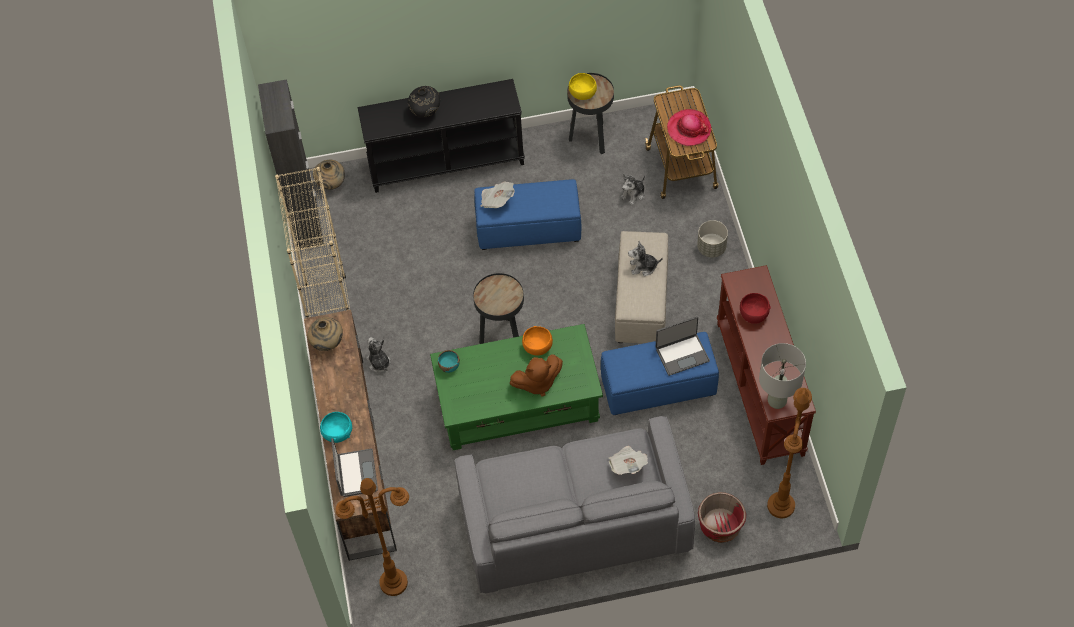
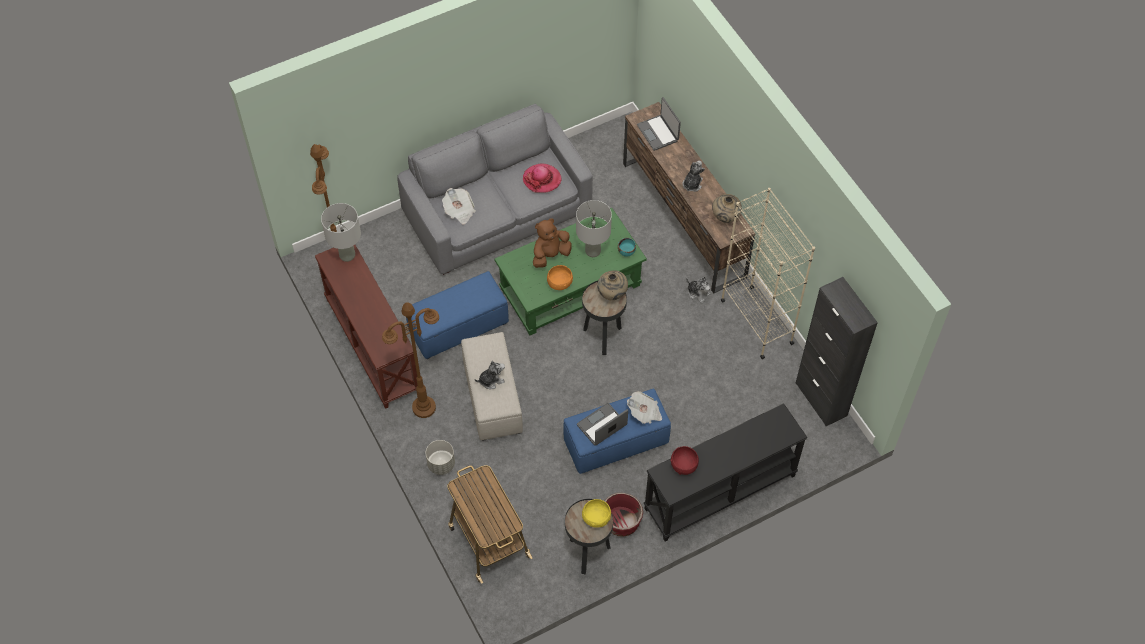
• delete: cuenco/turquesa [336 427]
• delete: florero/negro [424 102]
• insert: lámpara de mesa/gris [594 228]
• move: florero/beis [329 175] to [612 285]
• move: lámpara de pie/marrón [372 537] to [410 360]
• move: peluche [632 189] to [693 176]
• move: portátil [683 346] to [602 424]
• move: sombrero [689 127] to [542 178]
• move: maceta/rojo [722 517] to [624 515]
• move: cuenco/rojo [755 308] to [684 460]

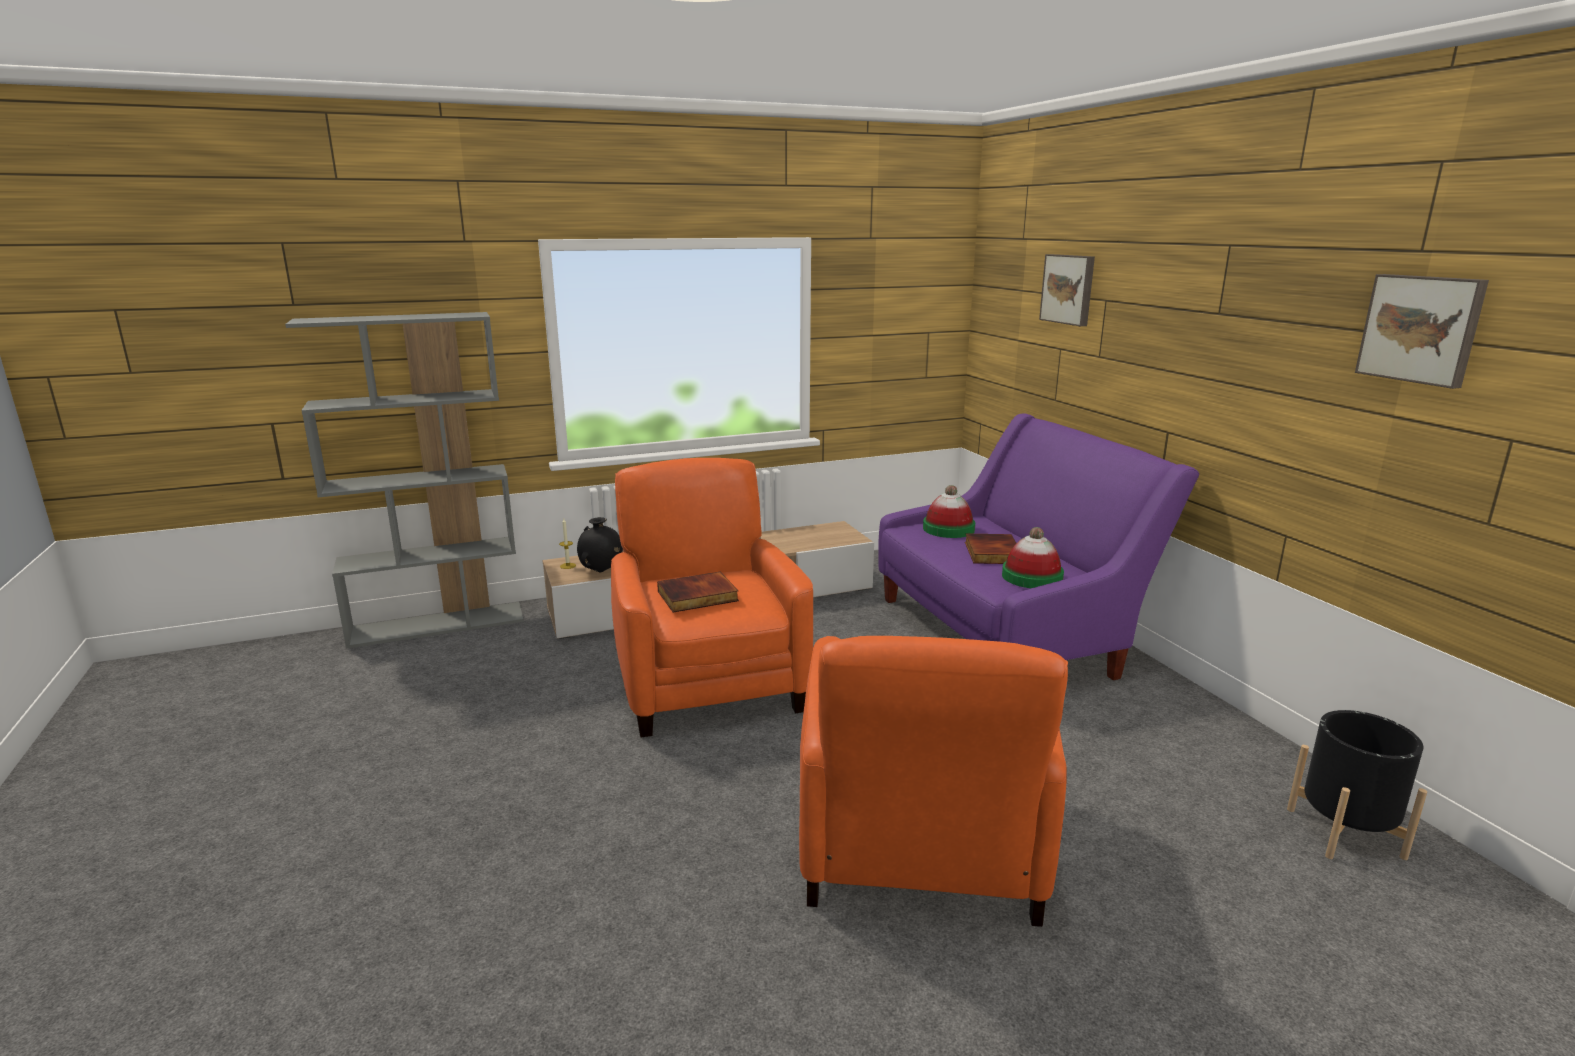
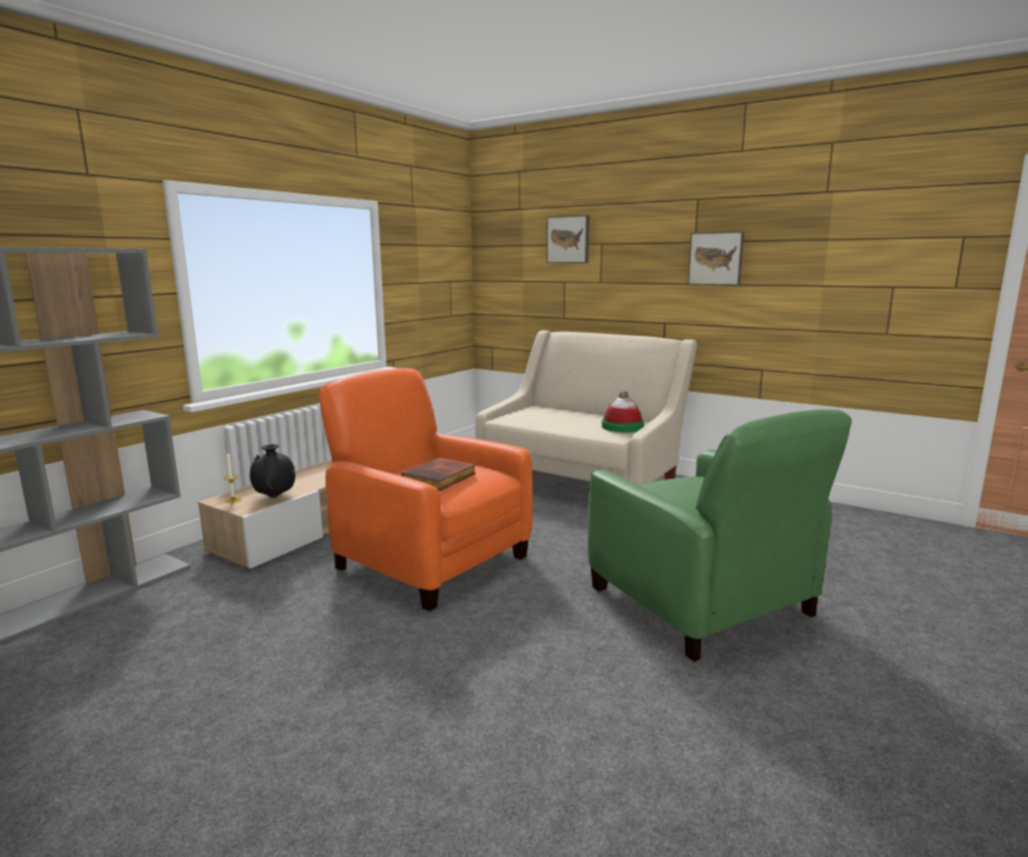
• delete: sombrero [949 511]
• delete: libro [990 549]
• delete: maceta/negro [1357 785]
• move: cuadro [1422 331] to [716 258]
• recolor: sillón/naranja [933 781] to sillón/verde [720 535]
• recolor: sofá/morado [1038 546] to sofá/beis [586 407]

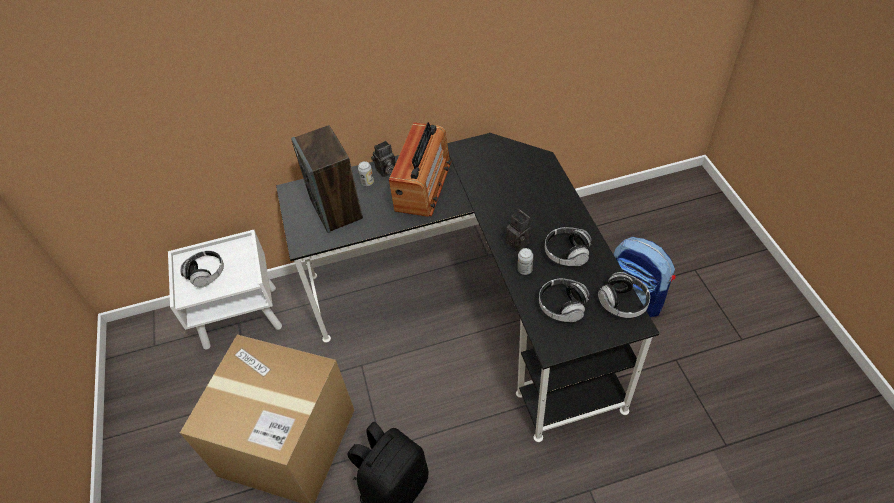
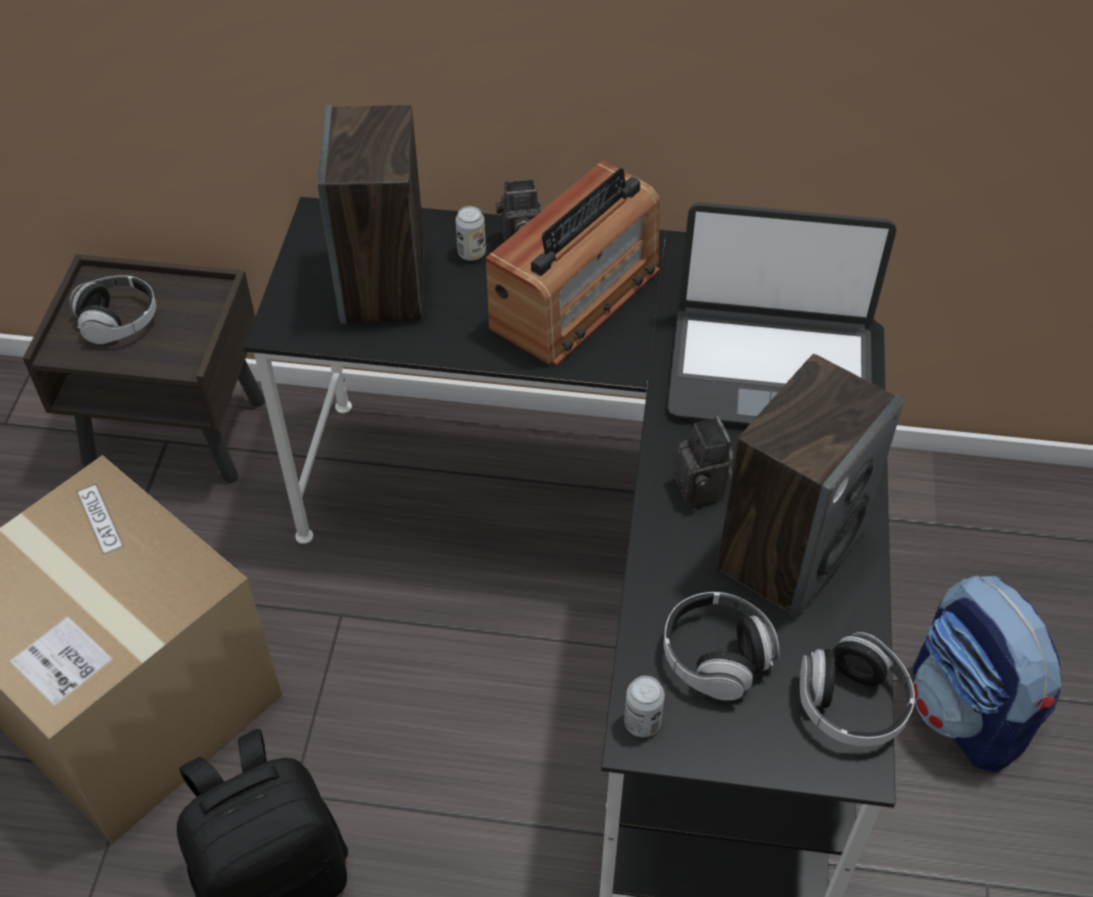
• insert: portátil [782 314]
• move: lata [525 261] to [644 706]
• replace: auriculares [568 246] to altavoz [810 486]
• recolor: mesita de noche/blanco [225 290] to mesita de noche/marrón [144 368]

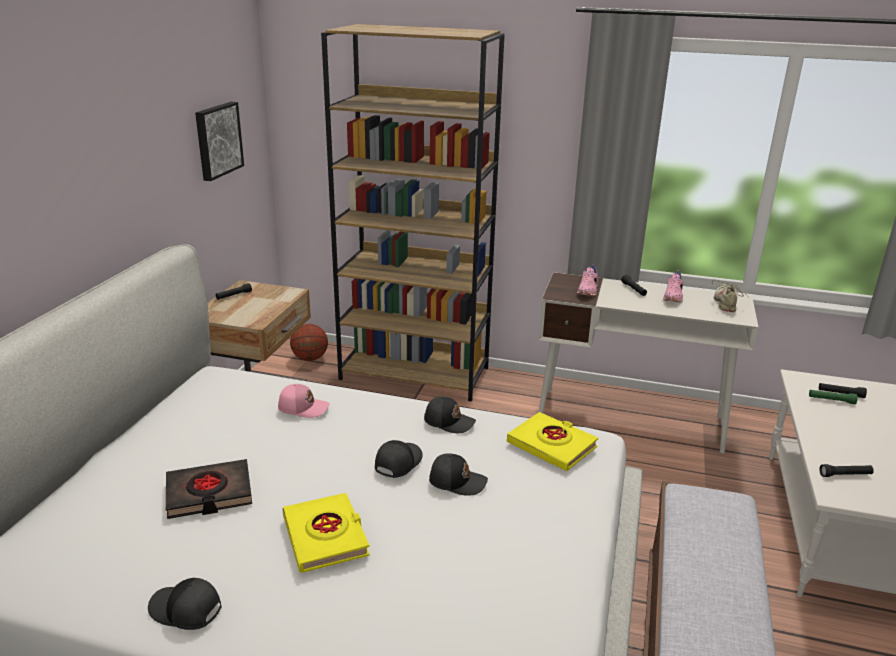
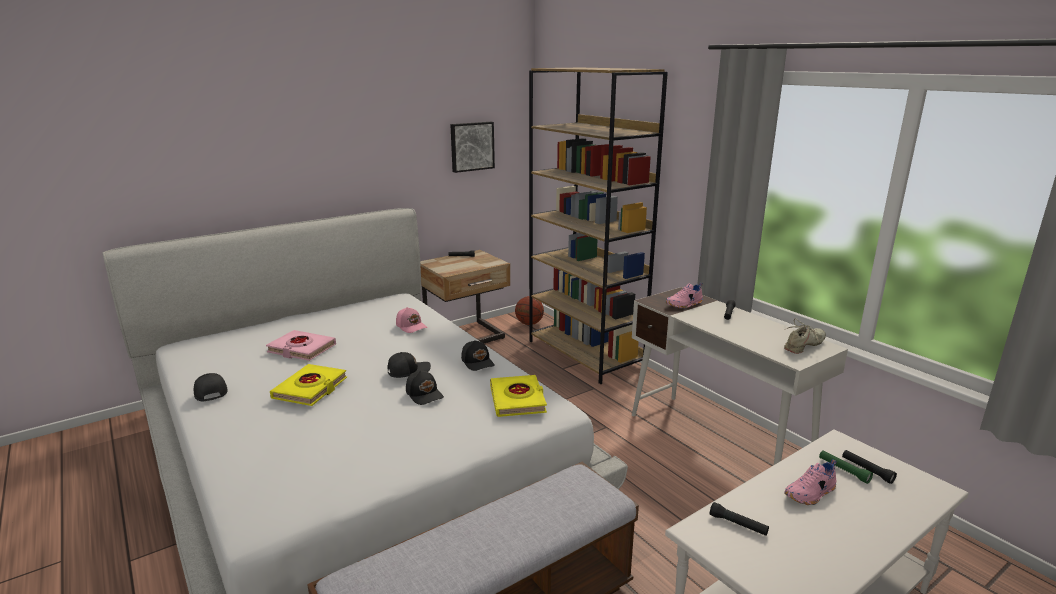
• move: zapato/rosa [673 286] to [810 482]
• recolor: libro/negro [209 489] to libro/rosa [301 345]

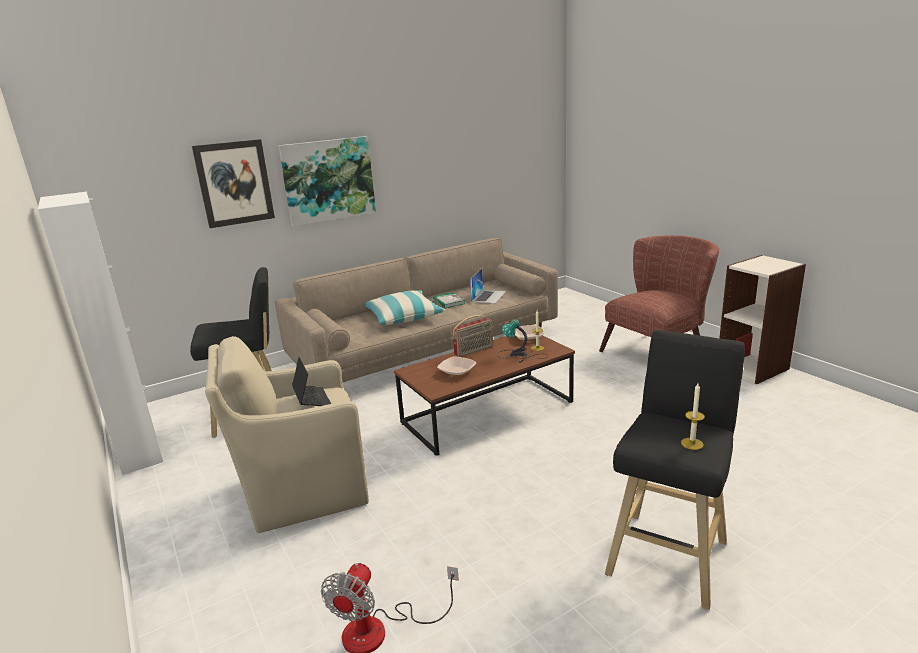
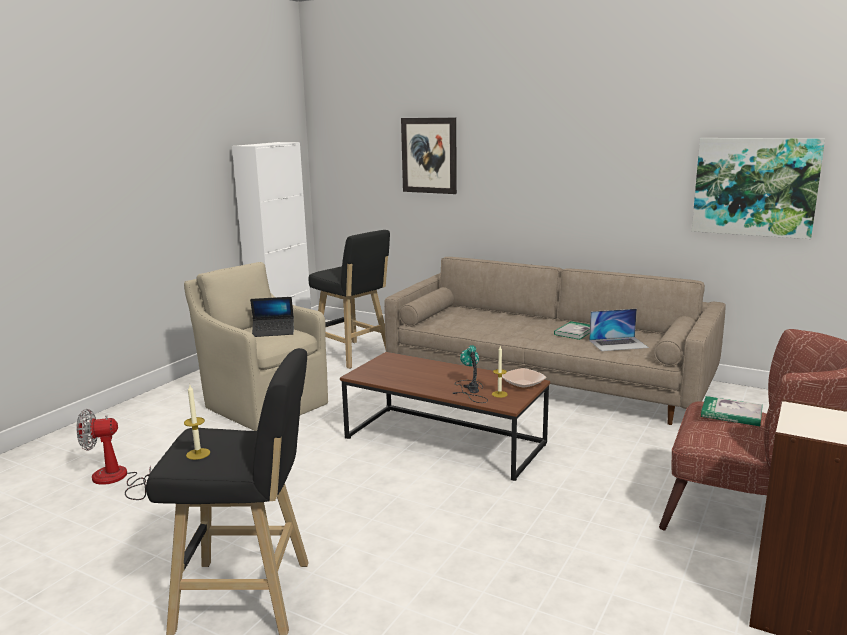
• delete: cojín [405 308]
• delete: cuenco [456 367]
• delete: radio [472 336]
• insert: libro [732 411]
• move: cuadro [327 181] to [758 188]
• rotate: portátil [311 381] = [272 317] 45 degrees clockwise

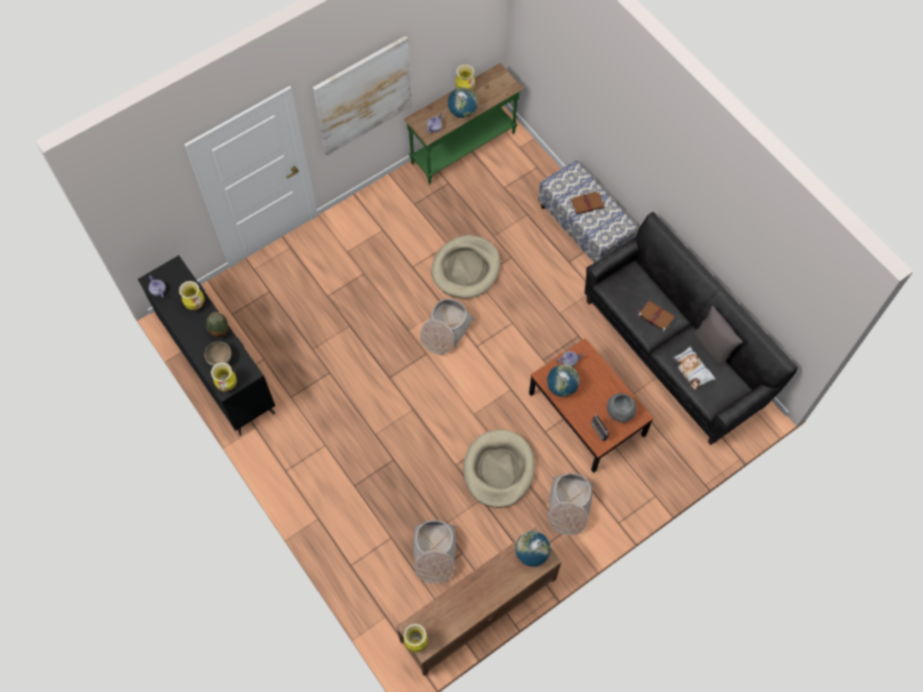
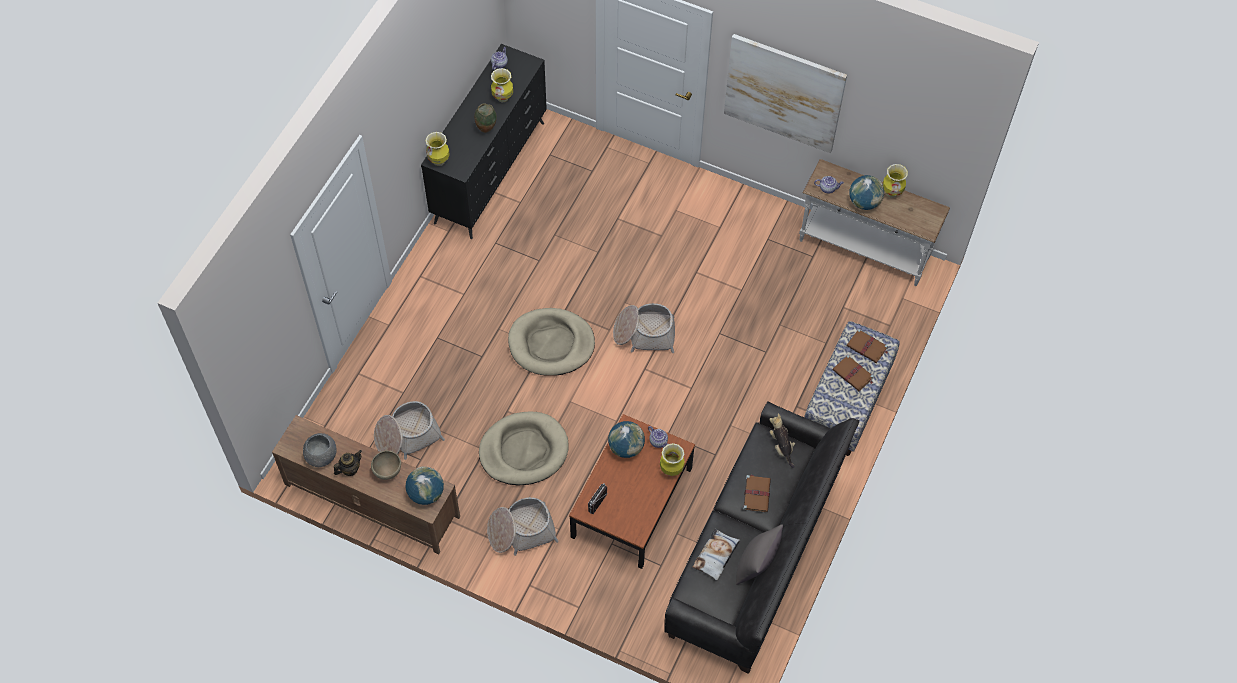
• insert: tetera [348 463]
• insert: peluche [782 441]
• insert: libro/marrón [867 346]
• move: cuenco/marrón [218 354] to [386 465]
• move: florero [416 638] to [672 459]
• move: cama para perro/beis [465 267] to [551 342]
• move: cuenco/gris [622 408] to [320 450]
• recolor: mesa consola/verde [464 124] to mesa consola/blanco [874 222]

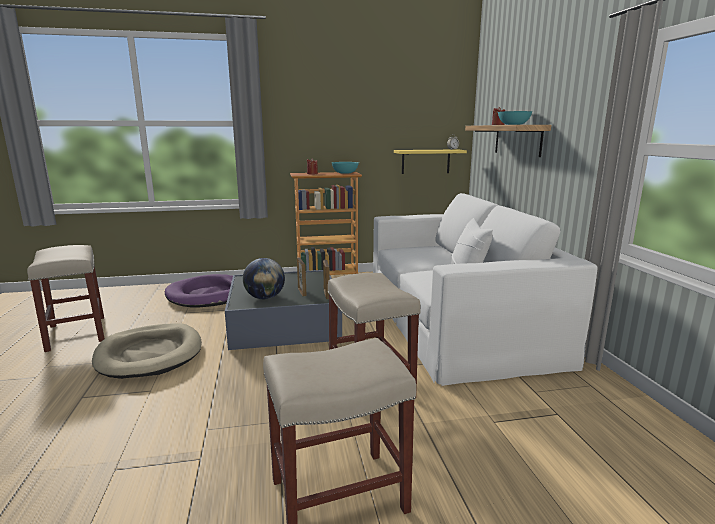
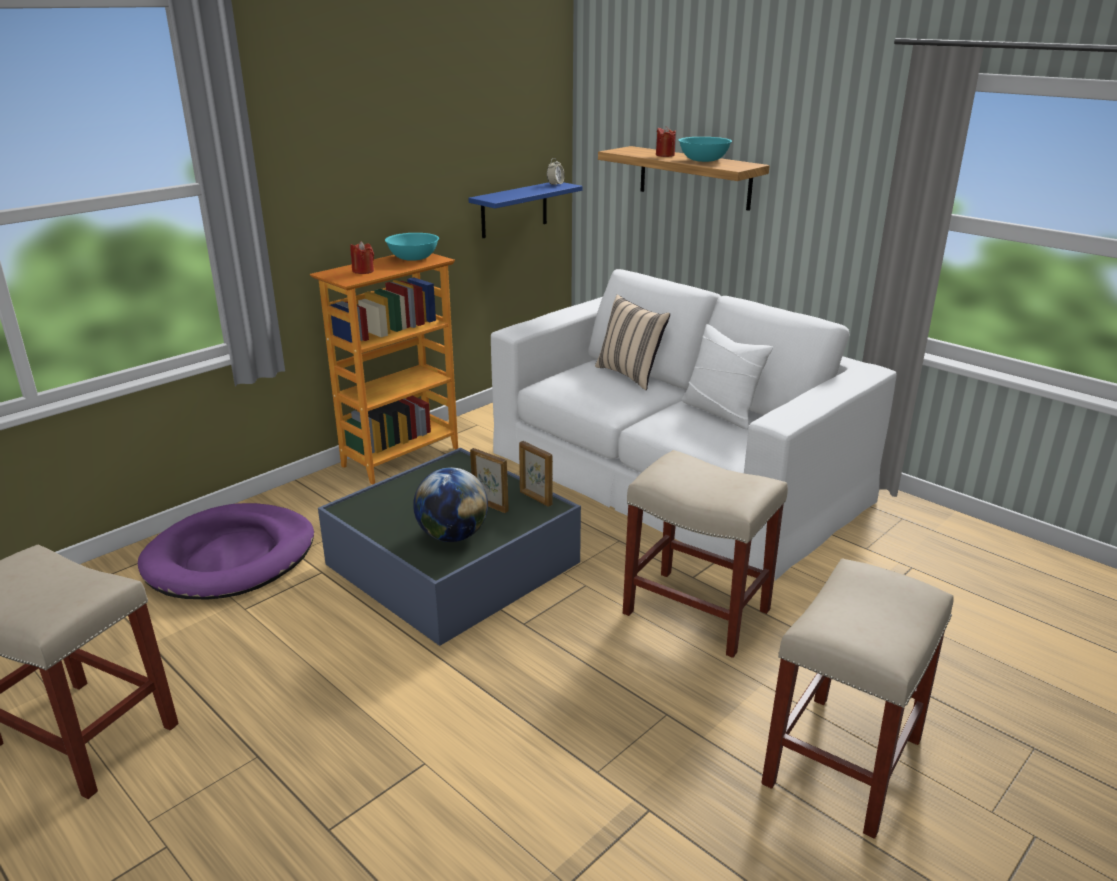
• delete: cama para perro/beis [147 351]
• insert: cojín/beis [632 342]
• recolor: estante/amarillo [430 162] to estante/azul [525 210]

